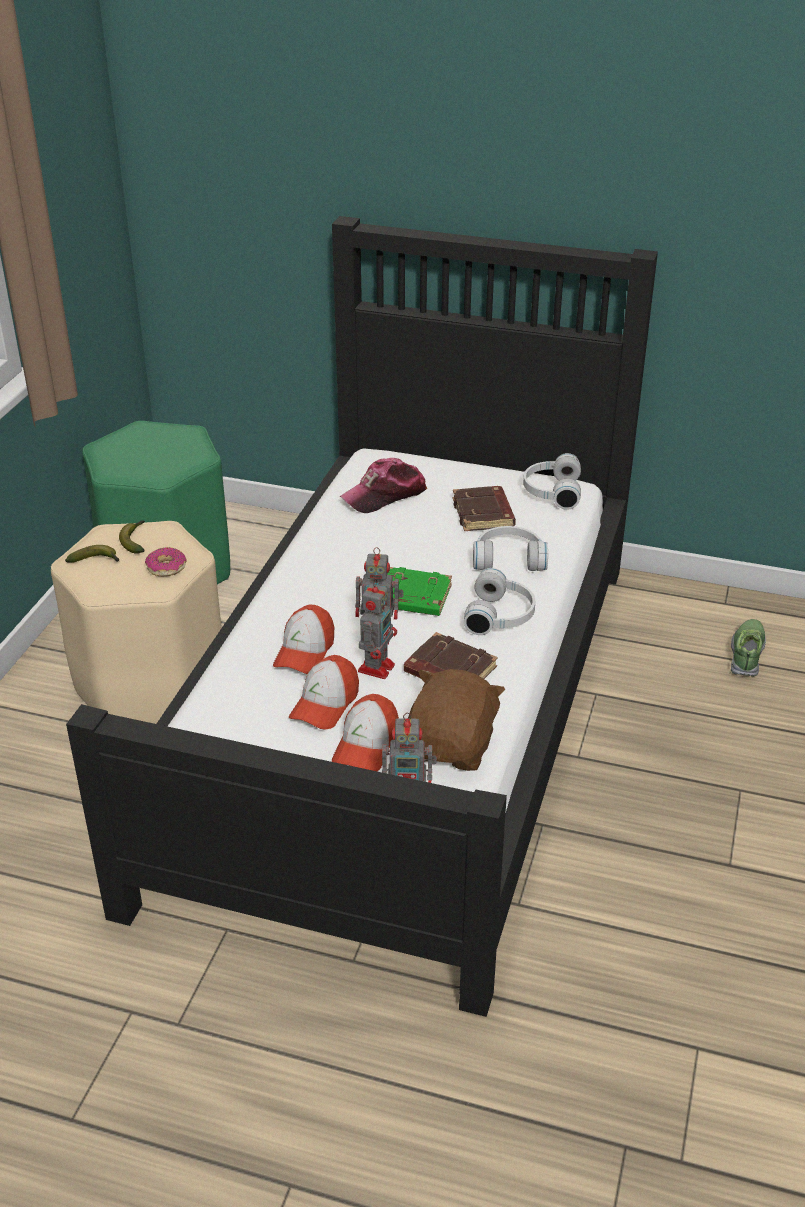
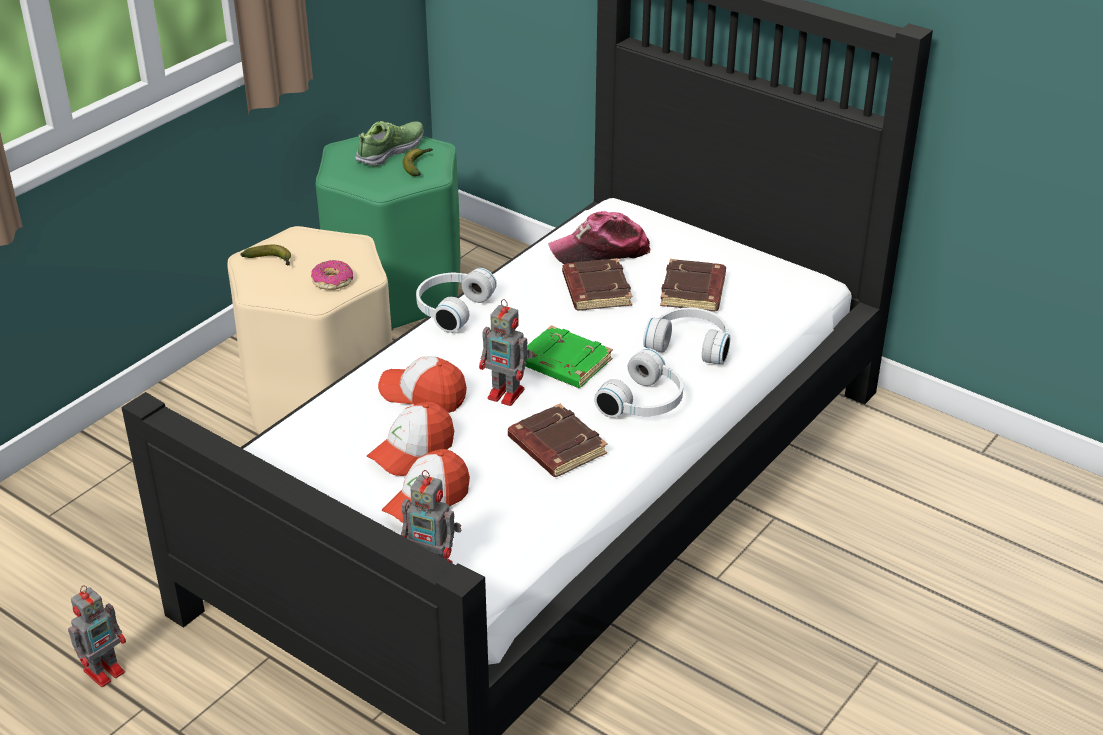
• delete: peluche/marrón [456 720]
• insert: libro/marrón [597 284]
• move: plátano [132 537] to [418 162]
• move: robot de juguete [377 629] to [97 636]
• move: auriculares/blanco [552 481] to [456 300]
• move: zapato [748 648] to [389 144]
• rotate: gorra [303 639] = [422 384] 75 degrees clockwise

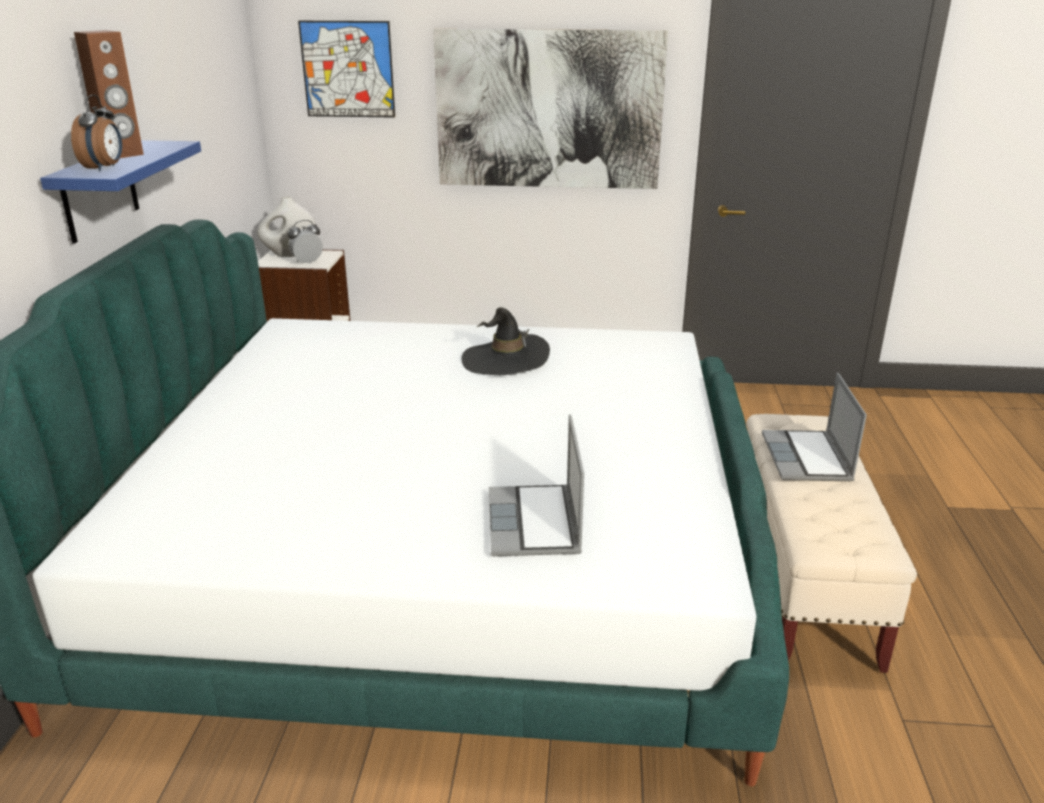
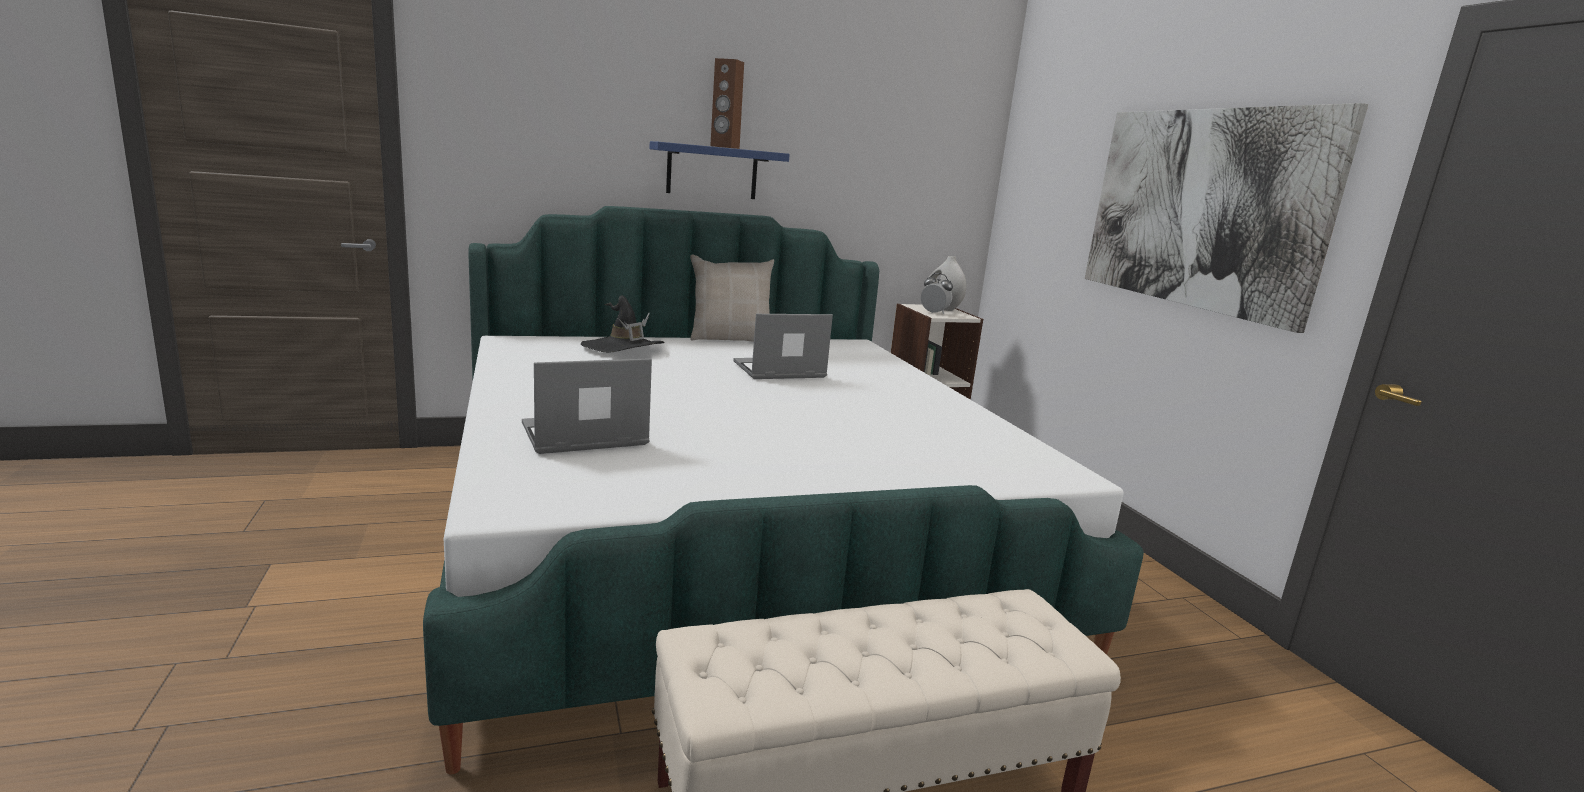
• delete: despertador [96 133]
• delete: cuadro [346 69]
• insert: cojín/beis [732 298]
• move: sombrero/negro [505 341] to [623 323]
• move: portátil [814 426] to [783 346]

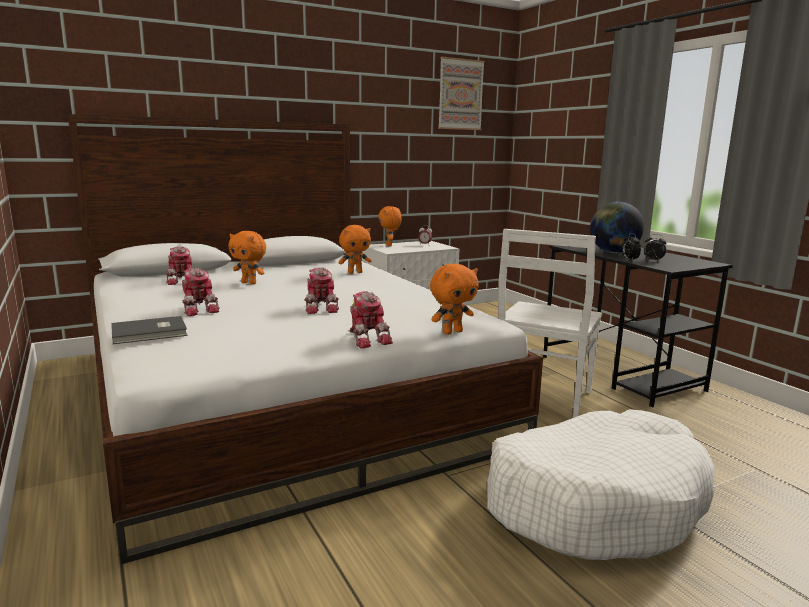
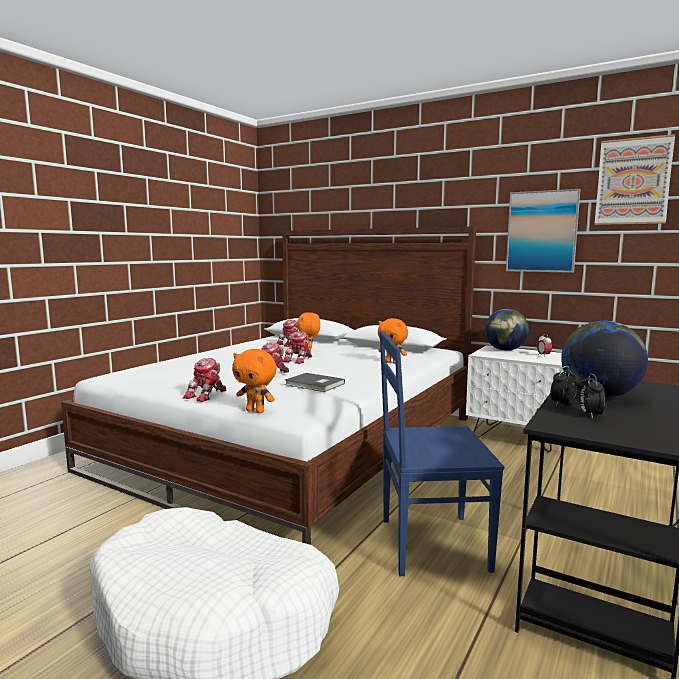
• insert: cuadro [543 231]
• move: libro/gris [149 330] to [315 382]
• move: robot de juguete [201 292] to [297 347]
• replace: peluche/naranja [390 226] to globo terráqueo [507 330]
• recolor: silla/blanco [550 323] to silla/azul [442 453]

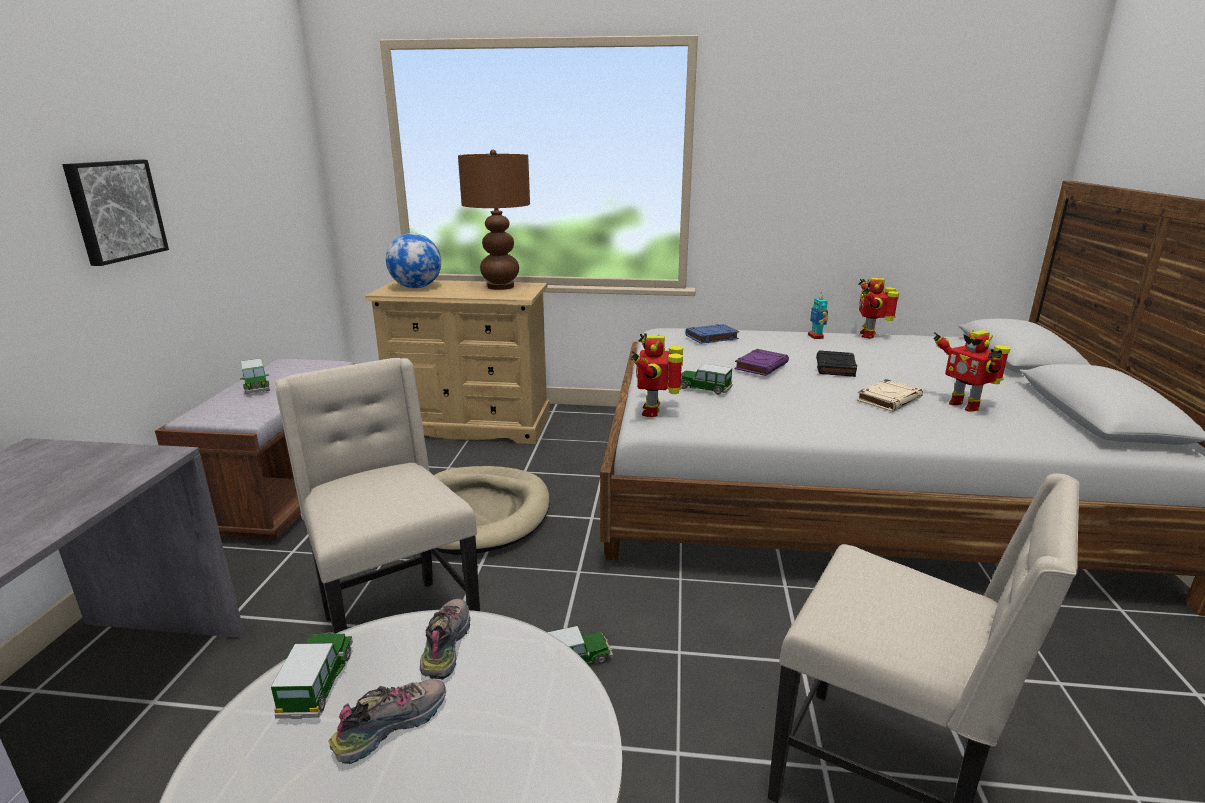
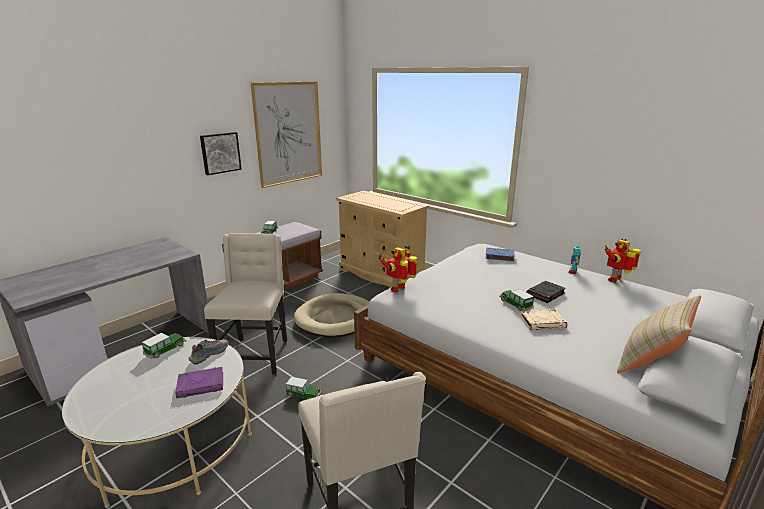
• delete: zapato [387 721]
• delete: globo terráqueo [413 260]
• delete: lámpara de mesa/marrón [494 220]
• delete: robot de juguete [972 370]
• insert: cuadro [286 135]
• insert: cojín/beis [659 334]
• move: coche de juguete [706 379] to [516 300]
• move: libro/morado [762 362] to [199 382]

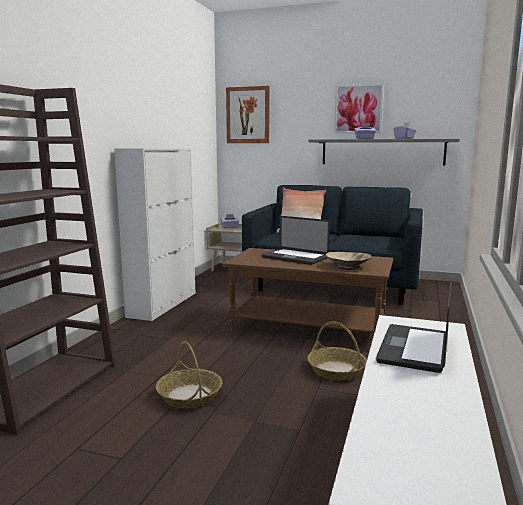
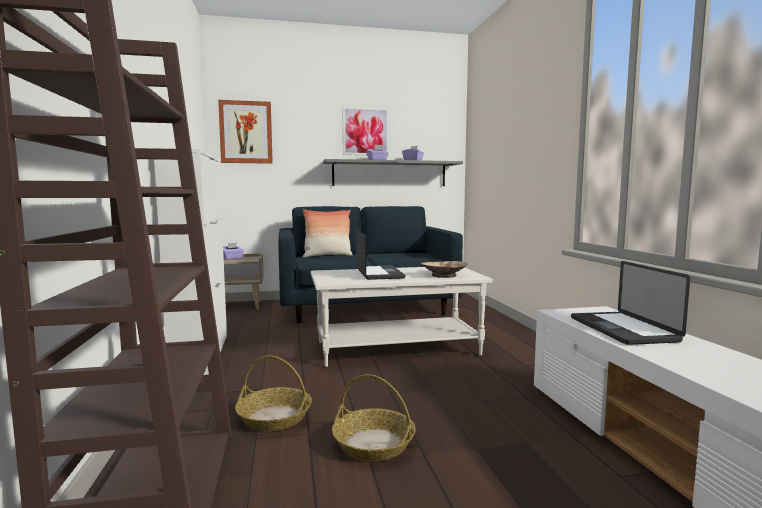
• move: cesta [337 350] to [273 393]
• recolor: mesa de centro/marrón [307 290] to mesa de centro/blanco [402 317]
• rotate: portátil [296 240] = [380 255] 105 degrees counterclockwise

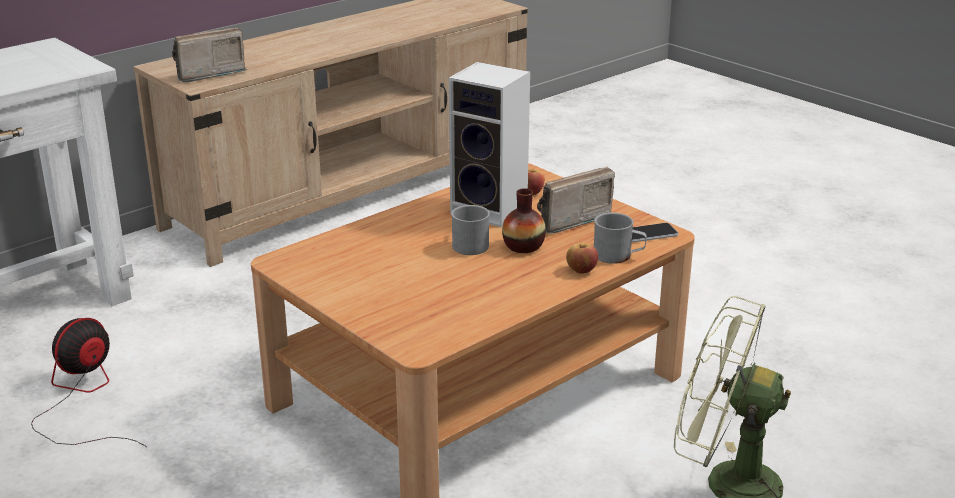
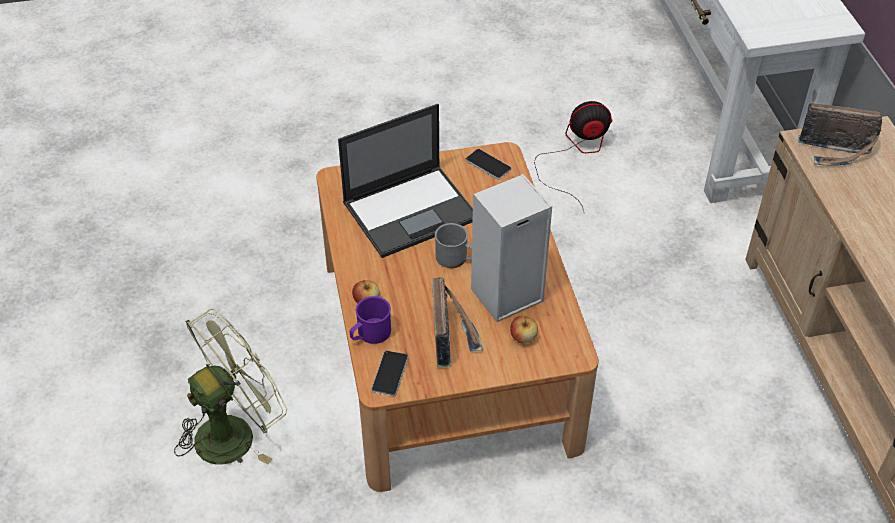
• delete: florero [524 220]
• insert: portátil [405 181]
• insert: móvil [488 164]
• recolor: taza grande/gris [620 238] to taza grande/morado [370 320]
• rotate: ventilador [89 382] = [573 156] 75 degrees counterclockwise
• rotate: radio [209 55] = [840 134] 105 degrees clockwise

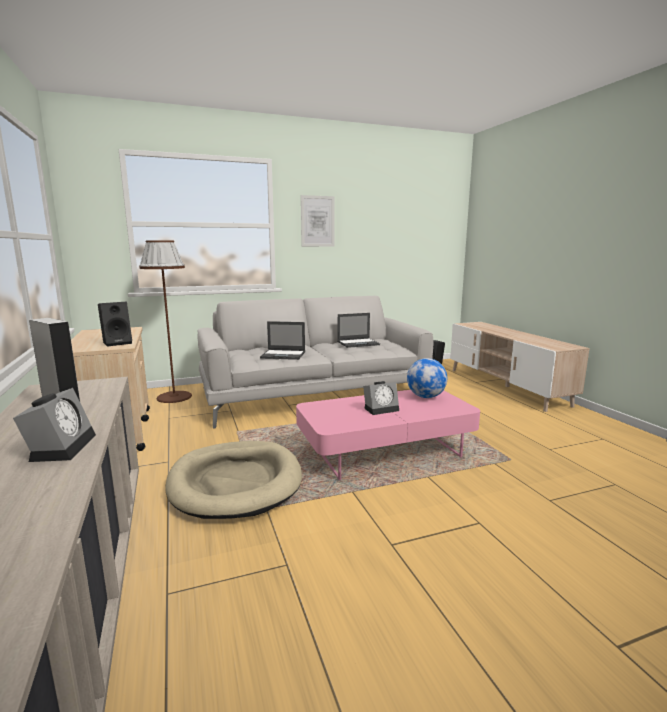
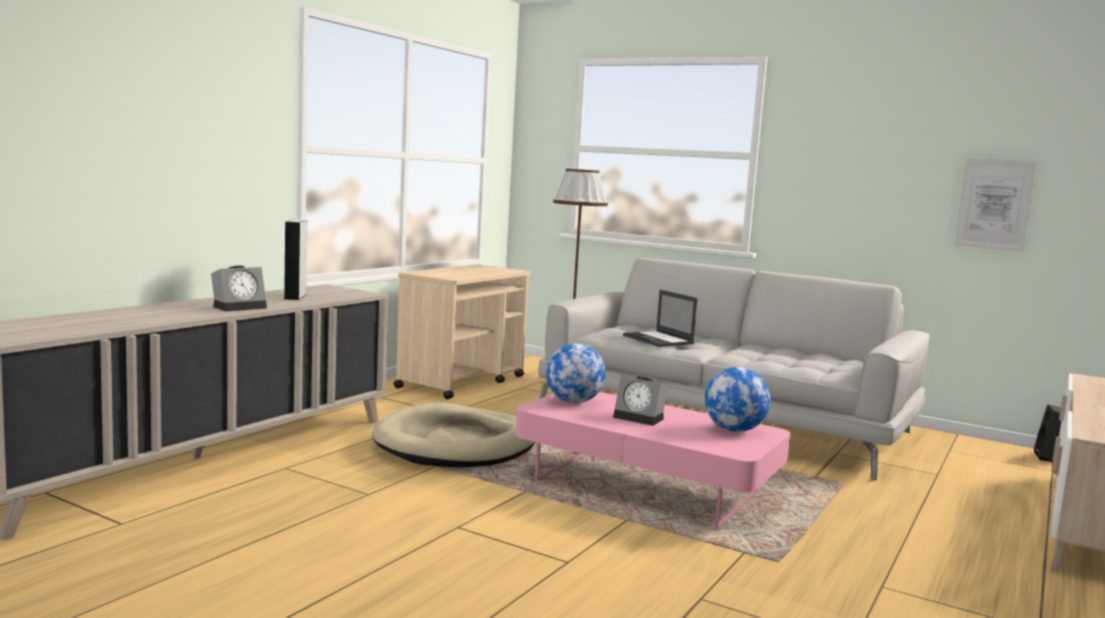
• delete: altavoz/negro [115 324]
• delete: portátil [358 330]
• insert: globo terráqueo [576 373]
• move: cuadro [318 221] to [995 205]

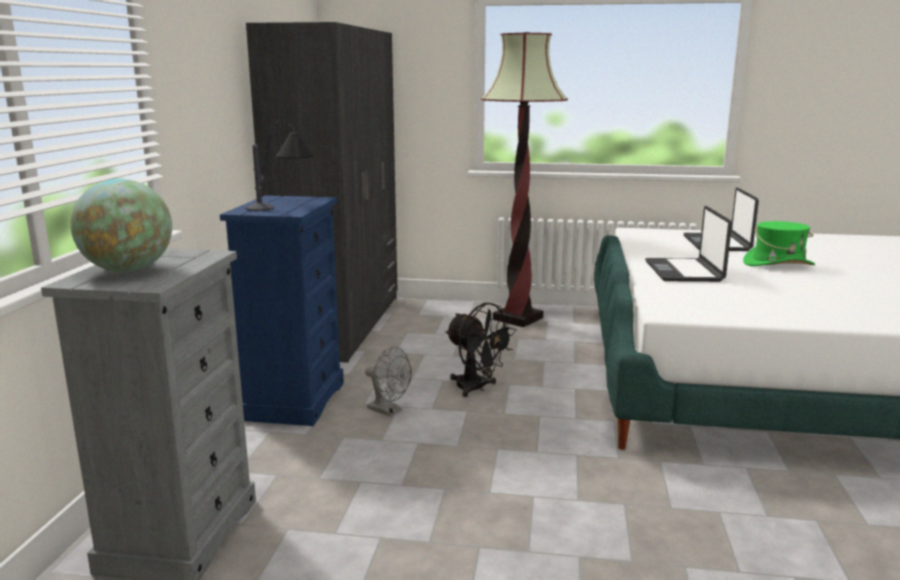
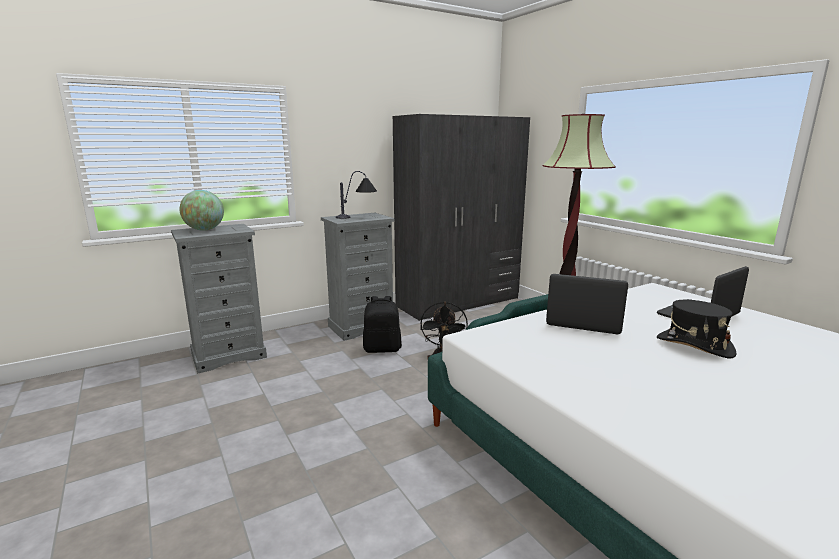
• replace: ventilador/gris [388 382] to mochila/negro [382 324]
• recolor: cómoda/azul [282 310] to cómoda/gris [358 277]
• recolor: sombrero/verde [779 243] to sombrero/negro [696 329]
• rotate: portátil [688 244] = [587 304] 60 degrees clockwise

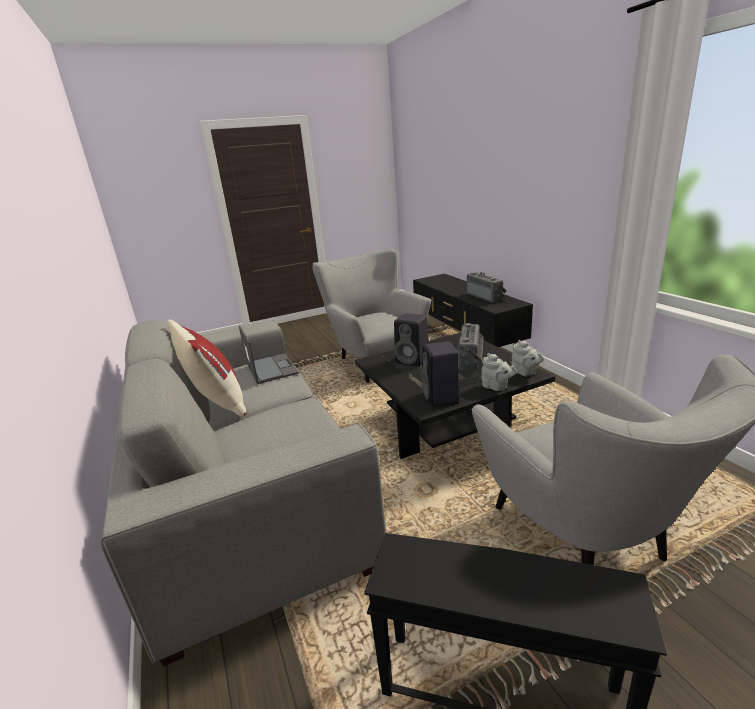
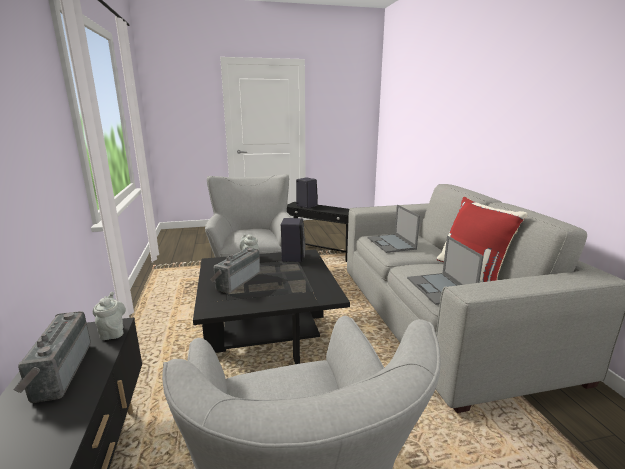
• insert: portátil [394 229]
• move: altavoz/negro [411 340] to [307 193]
• move: tetera/gris [527 358] to [109 316]

